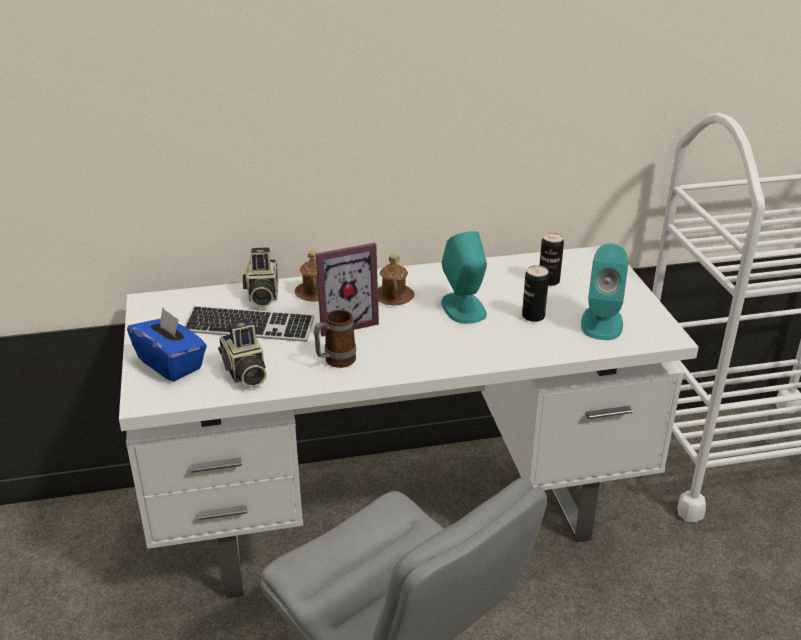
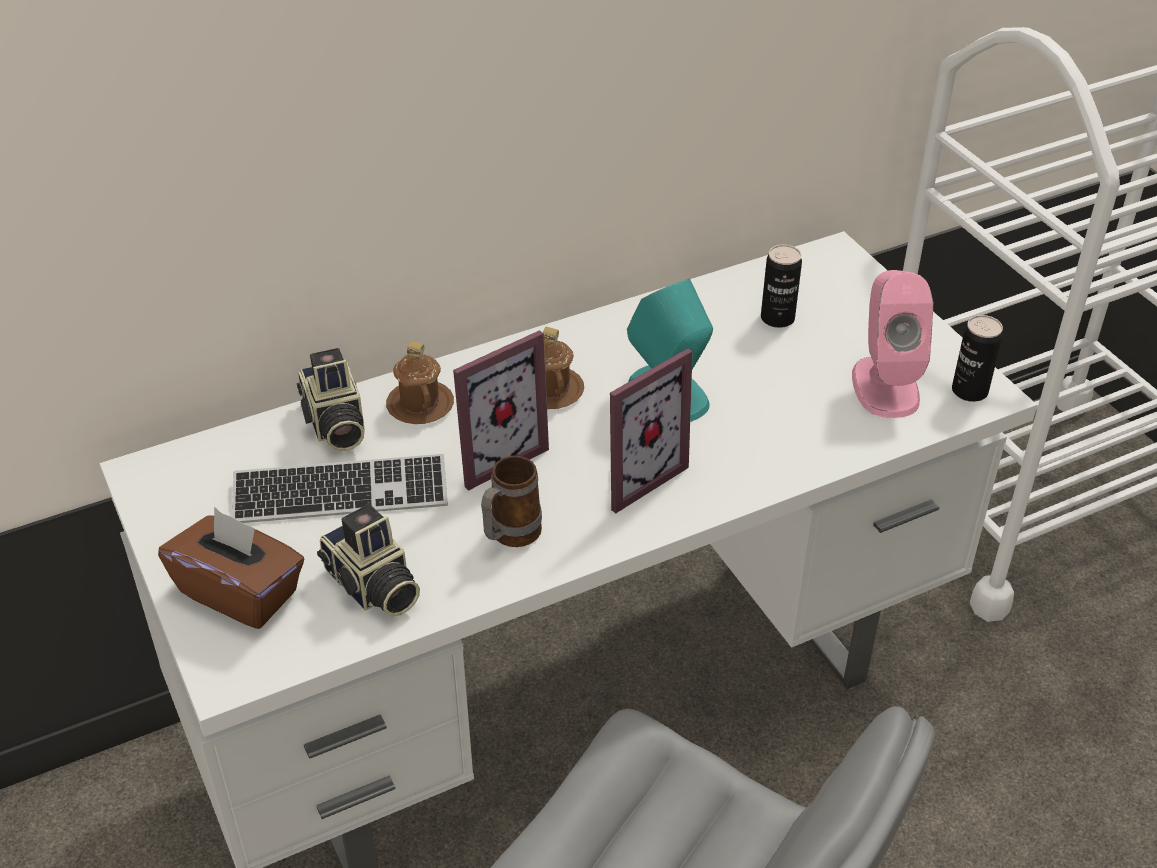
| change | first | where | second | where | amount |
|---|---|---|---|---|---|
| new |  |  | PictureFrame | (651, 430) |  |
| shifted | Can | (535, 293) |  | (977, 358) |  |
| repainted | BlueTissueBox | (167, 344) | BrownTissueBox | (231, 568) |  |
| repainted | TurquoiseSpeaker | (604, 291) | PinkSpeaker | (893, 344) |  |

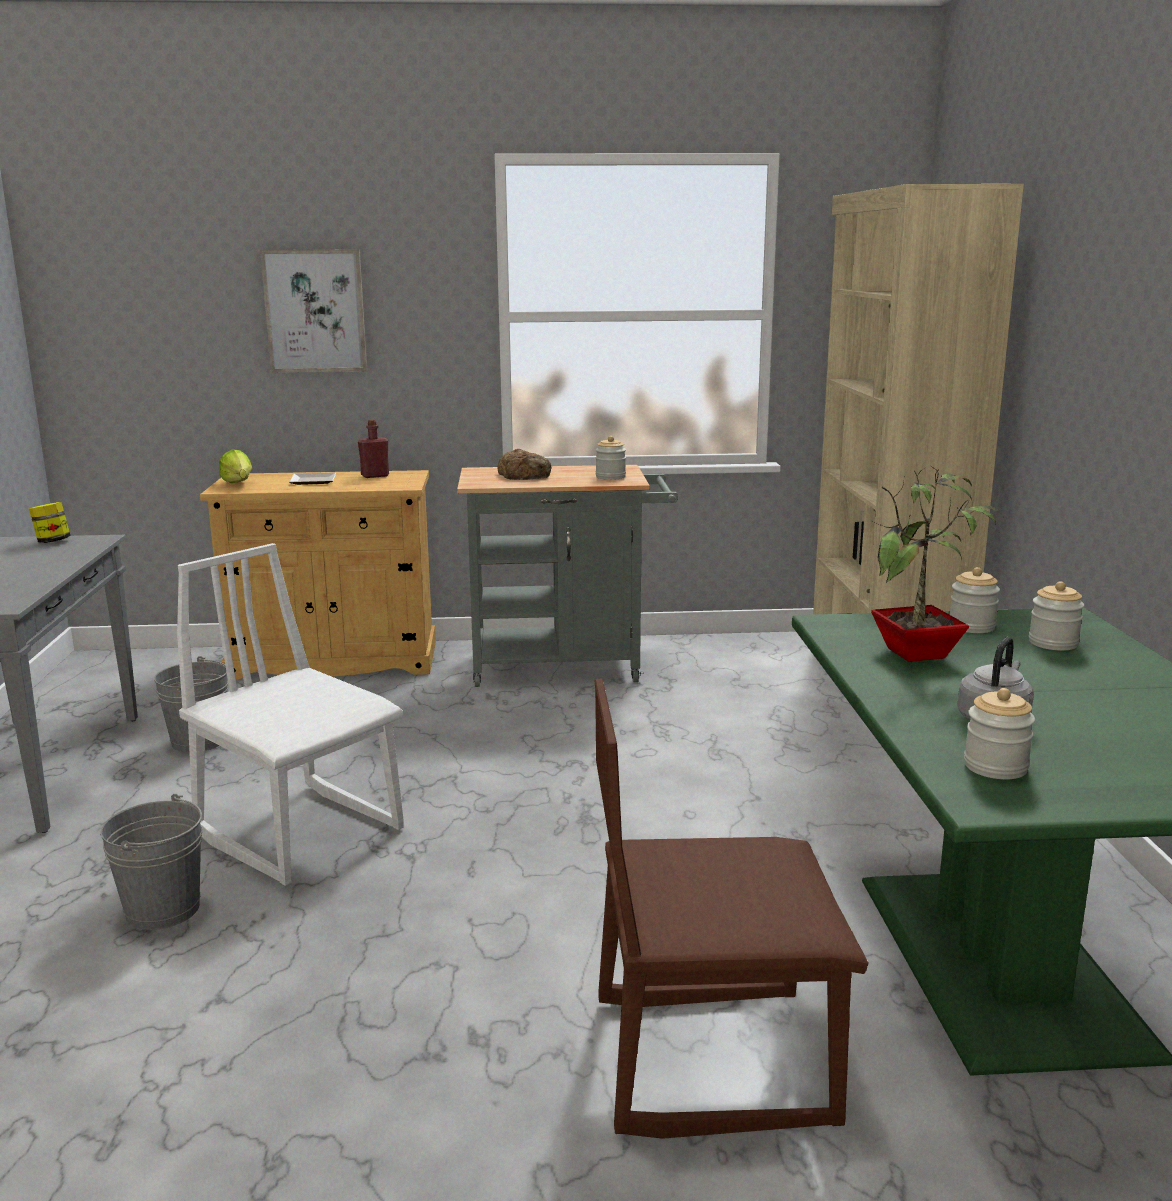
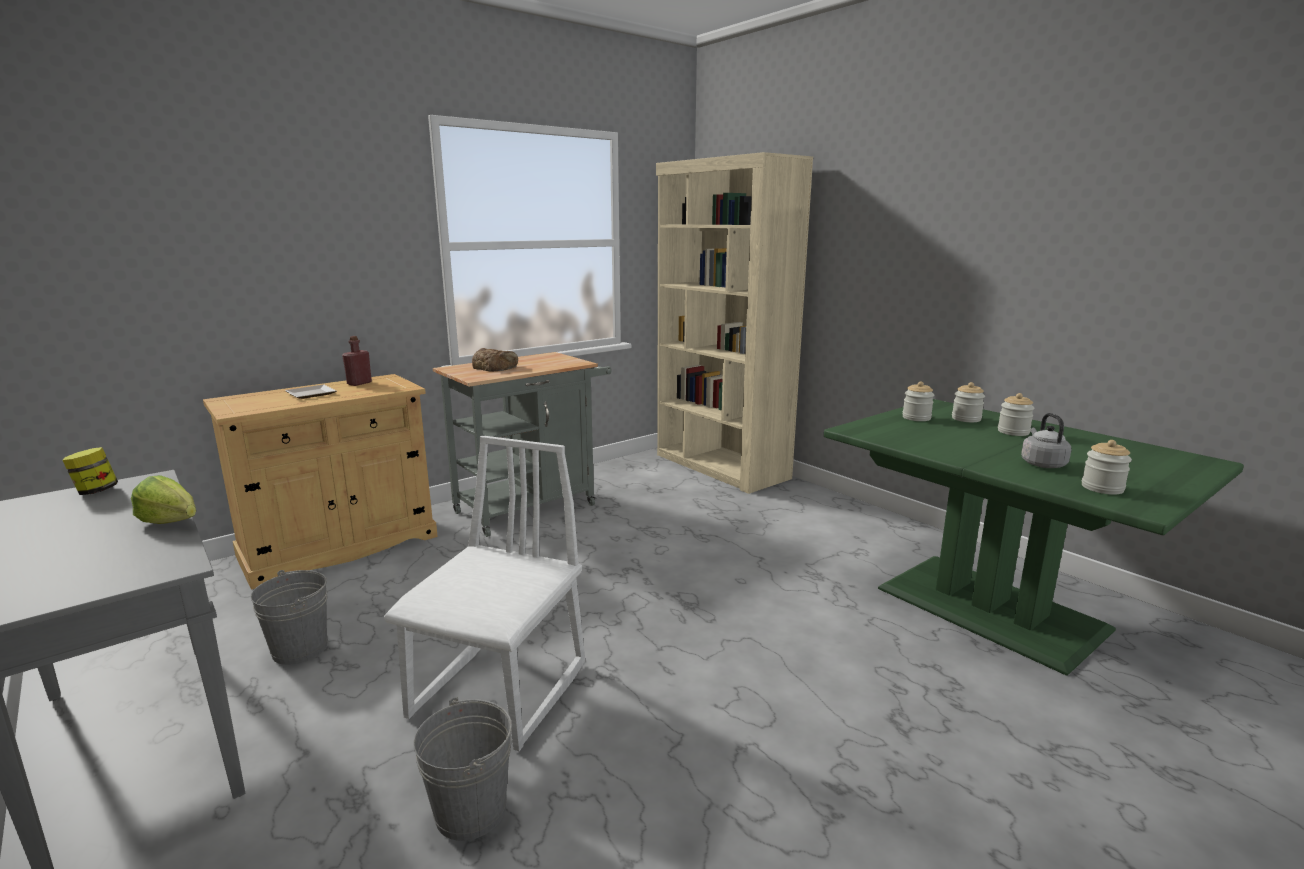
| change | first | where | second | where | amount |
|---|---|---|---|---|---|
| gone | Picture | (313, 311) |  |  |  |
| gone | BrownChair | (732, 908) |  |  |  |
| gone | PottedPlant | (937, 564) |  |  |  |
| shifted | Lettuce | (235, 466) |  | (163, 499) |  |
| shifted | Jar | (611, 458) |  | (1016, 414) |  |
| rotated | WhiteChair | (290, 714) |  | (484, 593) | 105 degrees clockwise |

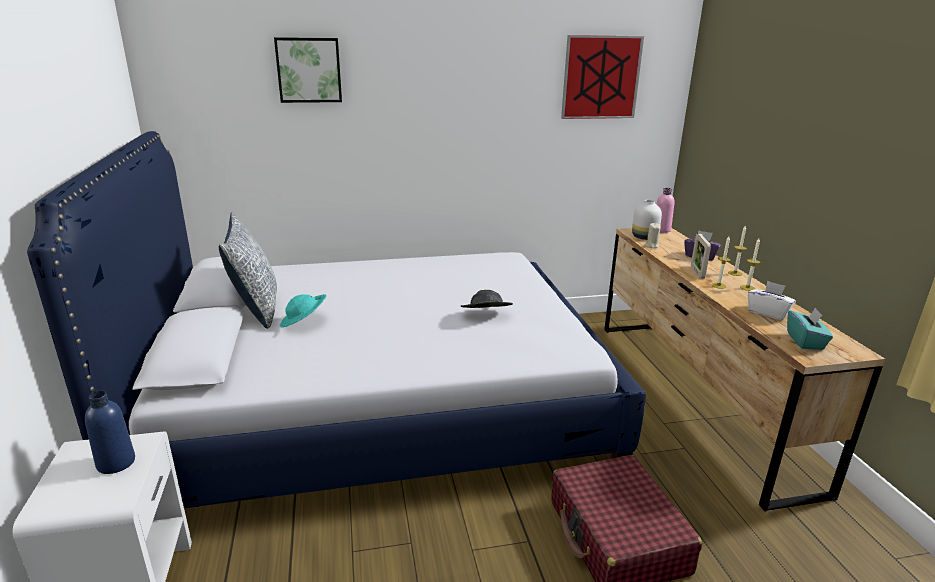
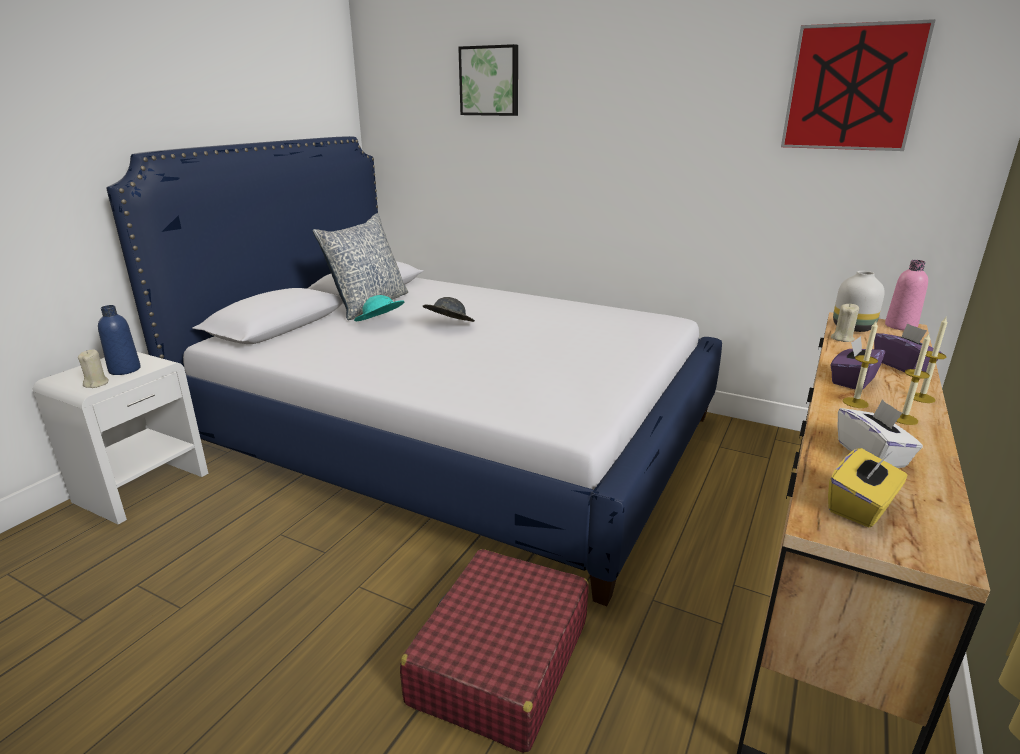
| change | first | where | second | where | amount |
|---|---|---|---|---|---|
| new |  |  | BeigeCandle | (93, 369) |  |
| shifted | GreyHat | (487, 299) |  | (449, 309) |  |
| swapped | PictureFrame | (701, 256) | PurpleTissueBox | (857, 363) |  |
| repainted | TurquoiseTissueBox | (810, 328) | YellowTissueBox | (867, 487) |  |

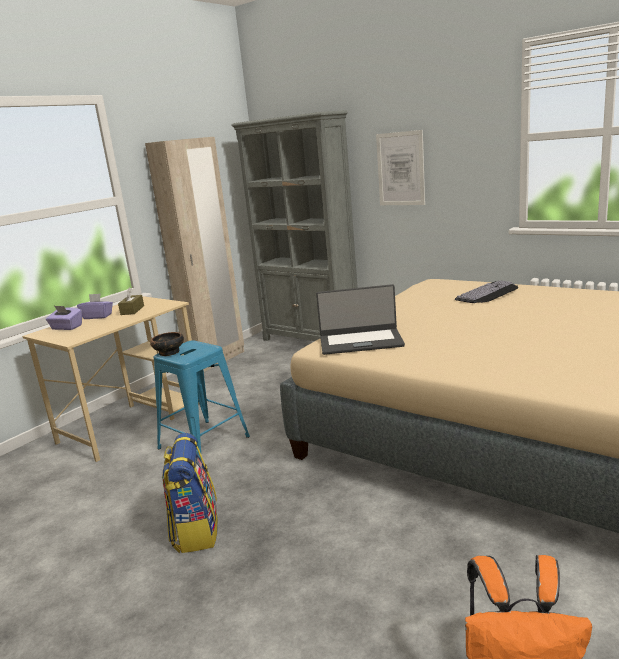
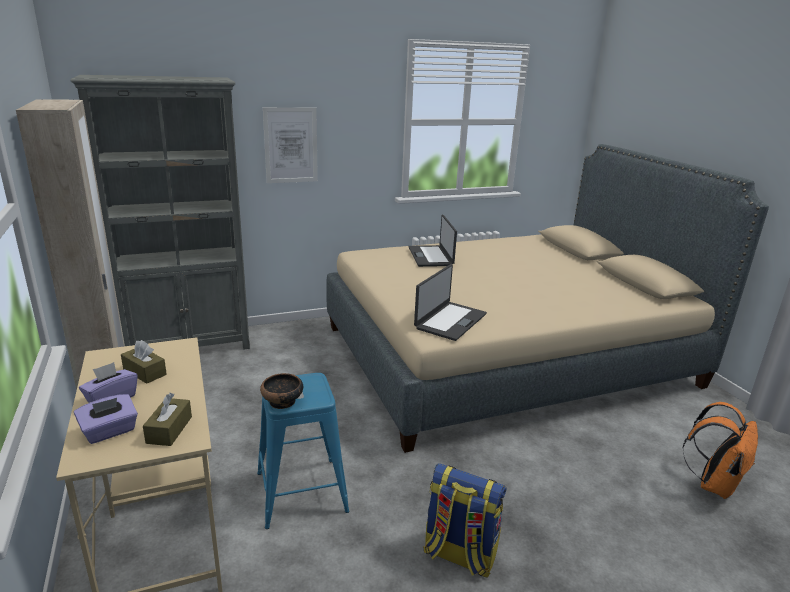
| change | first | where | second | where | amount |
|---|---|---|---|---|---|
| new |  |  | BrownTissueBox | (167, 419) |  |
| swapped | Keyboard | (486, 291) | Laptop | (432, 241) |  |

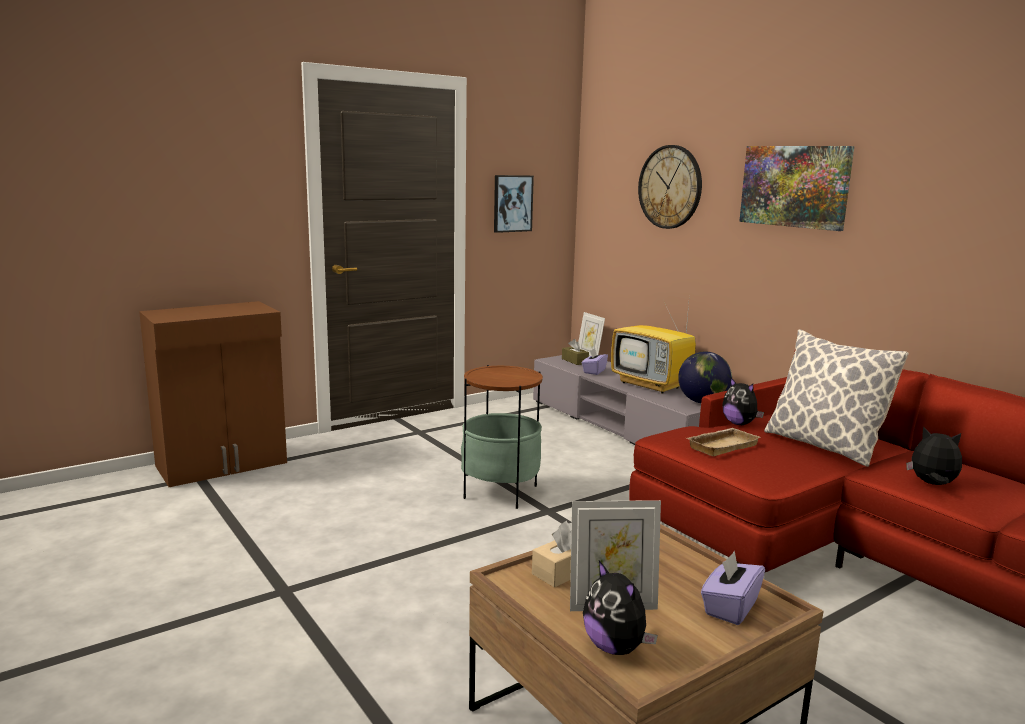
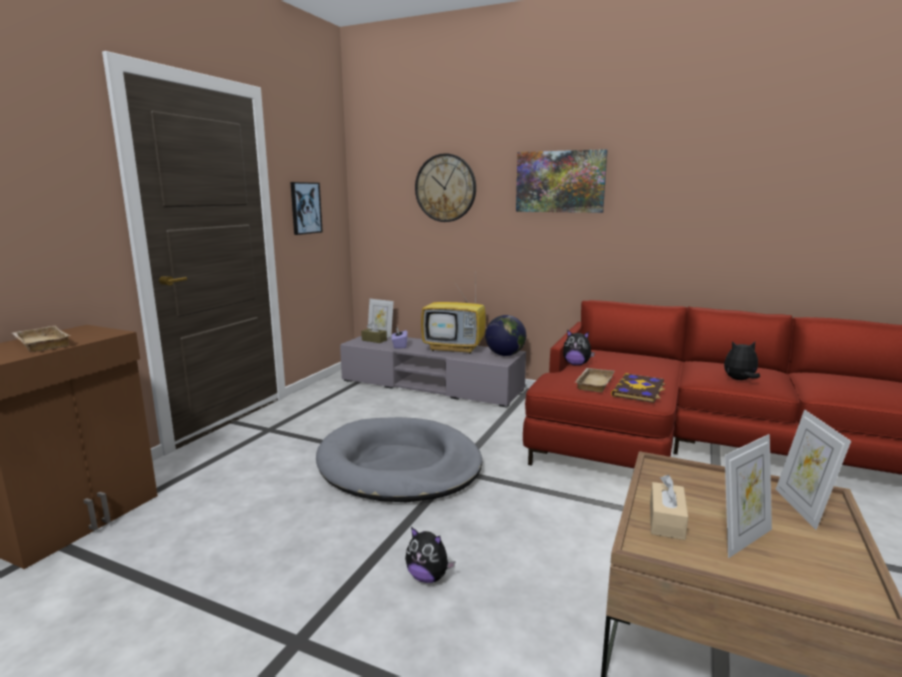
| change | first | where | second | where | amount |
|---|---|---|---|---|---|
| gone | Pillow | (836, 398) |  |  |  |
| new |  |  | BeigeTray | (41, 339) |  |
| new |  |  | Book | (638, 388) |  |
| shifted | PlushToy | (620, 607) |  | (430, 555) |  |
| swapped | SideTable | (502, 437) | GreyDogBed | (399, 459) |  |
| swapped | PurpleTissueBox | (733, 588) | PictureFrame | (813, 470) |  |

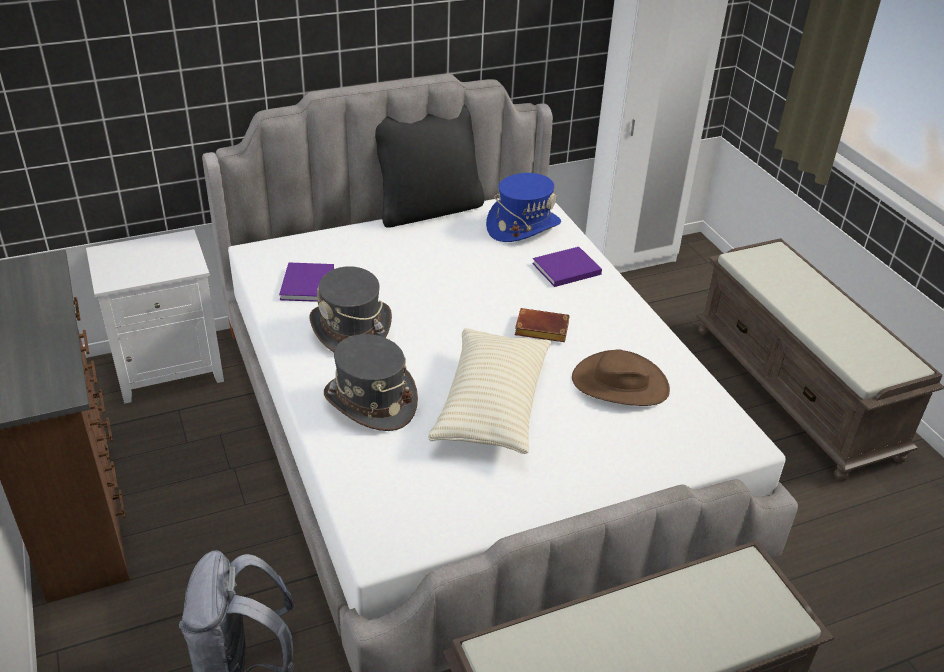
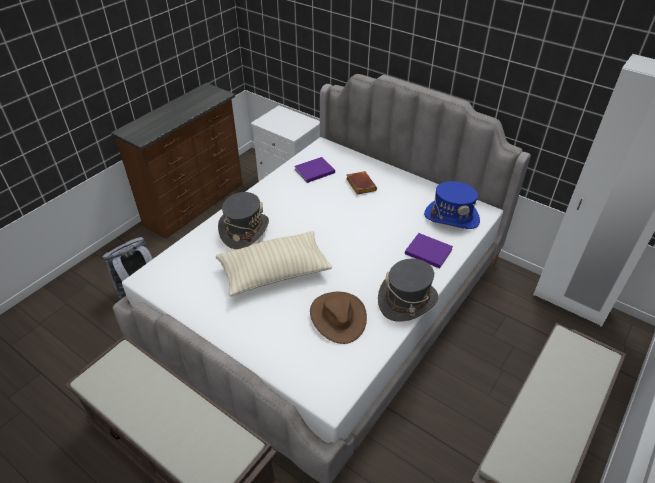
| change | first | where | second | where | amount |
|---|---|---|---|---|---|
| gone | BlackPillow | (430, 166) |  |  |  |
| shifted | GreyHat | (351, 309) |  | (408, 290) |  |
| shifted | BrownBook | (542, 325) |  | (361, 183) |  |

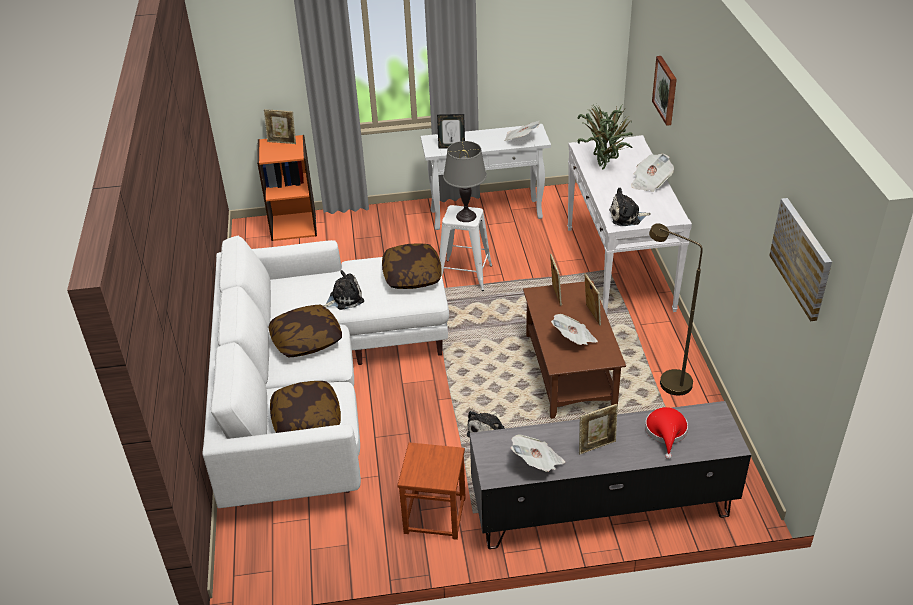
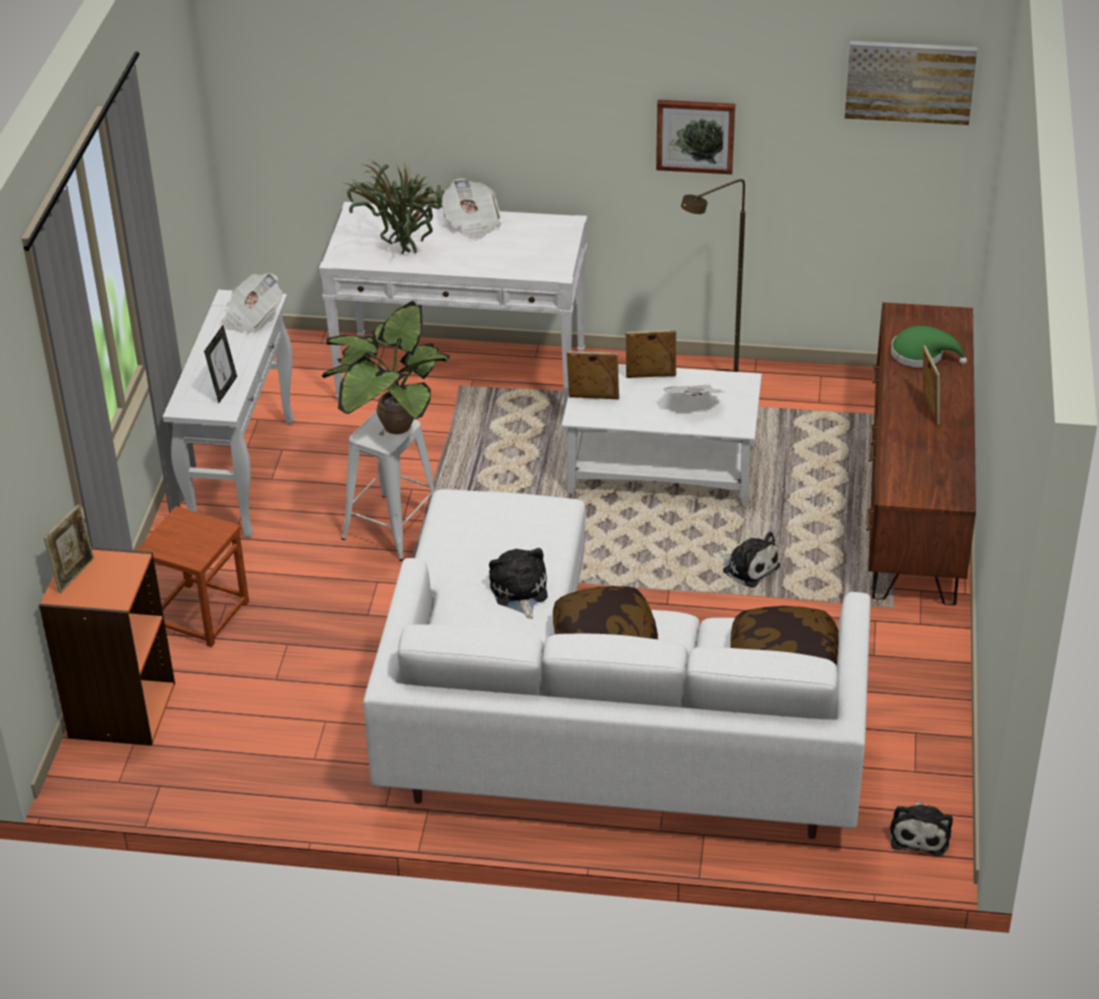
| change | first | where | second | where | amount |
|---|---|---|---|---|---|
| gone | Pillow | (412, 266) |  |  |  |
| gone | Newspaper | (537, 453) |  |  |  |
| shifted | BrownStool | (431, 491) |  | (192, 576) |  |
| shifted | PlushToy | (630, 206) |  | (921, 828) |  |
| shifted | Picture | (664, 91) |  | (695, 137) |  |
| swapped | GreyTableLamp | (465, 181) | PottedPlant | (385, 367) |  |
| repainted | GreyTvStand | (610, 475) | BrownTvStand | (921, 453) |  |
| repainted | BrownCoffeeTable | (574, 350) | WhiteCoffeeTable | (662, 435) |  |
| repainted | RedHat | (666, 433) | GreenHat | (929, 347) |  |

